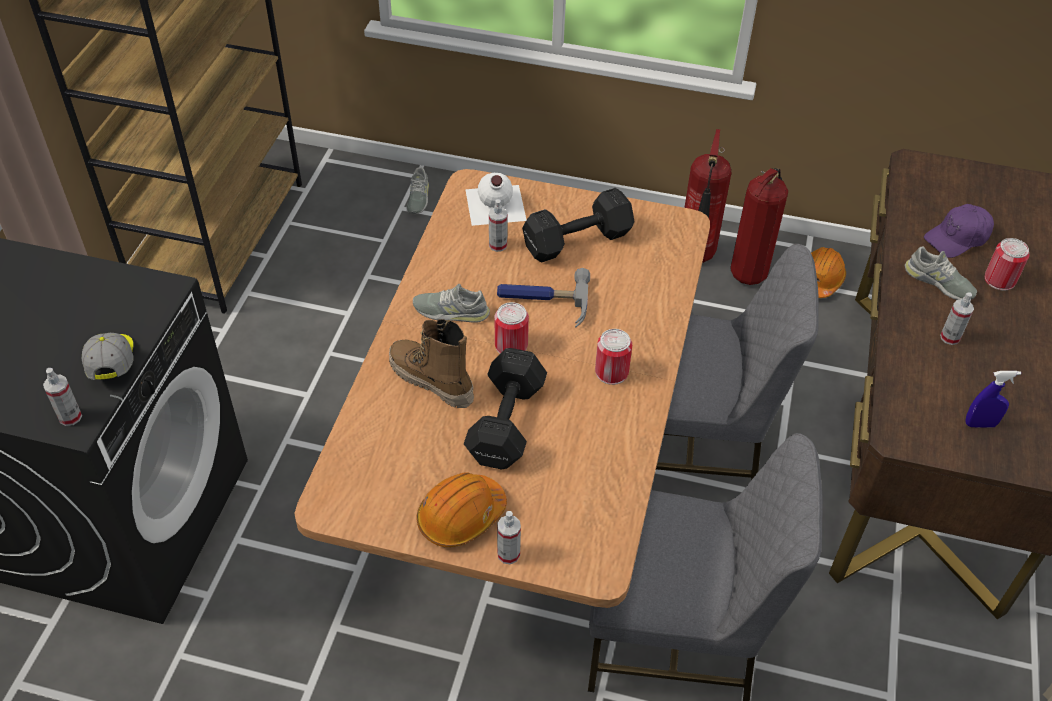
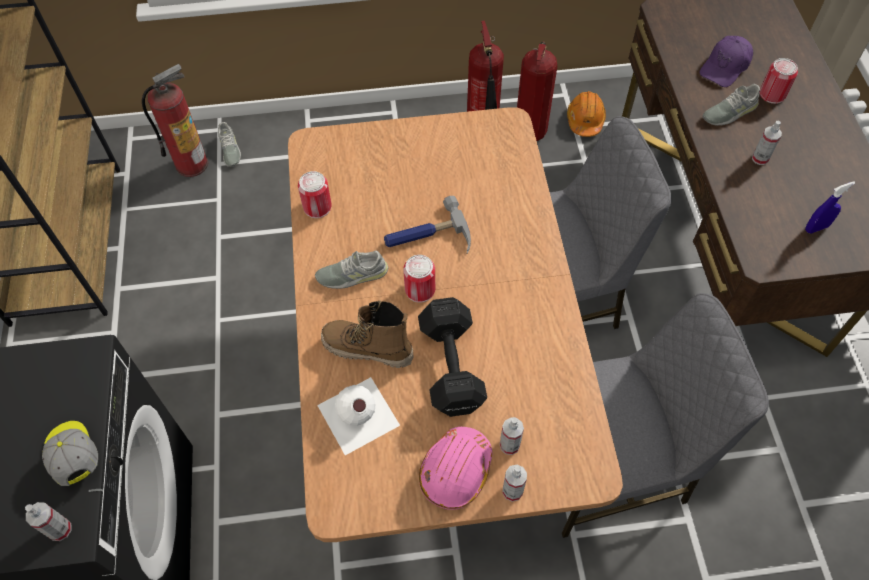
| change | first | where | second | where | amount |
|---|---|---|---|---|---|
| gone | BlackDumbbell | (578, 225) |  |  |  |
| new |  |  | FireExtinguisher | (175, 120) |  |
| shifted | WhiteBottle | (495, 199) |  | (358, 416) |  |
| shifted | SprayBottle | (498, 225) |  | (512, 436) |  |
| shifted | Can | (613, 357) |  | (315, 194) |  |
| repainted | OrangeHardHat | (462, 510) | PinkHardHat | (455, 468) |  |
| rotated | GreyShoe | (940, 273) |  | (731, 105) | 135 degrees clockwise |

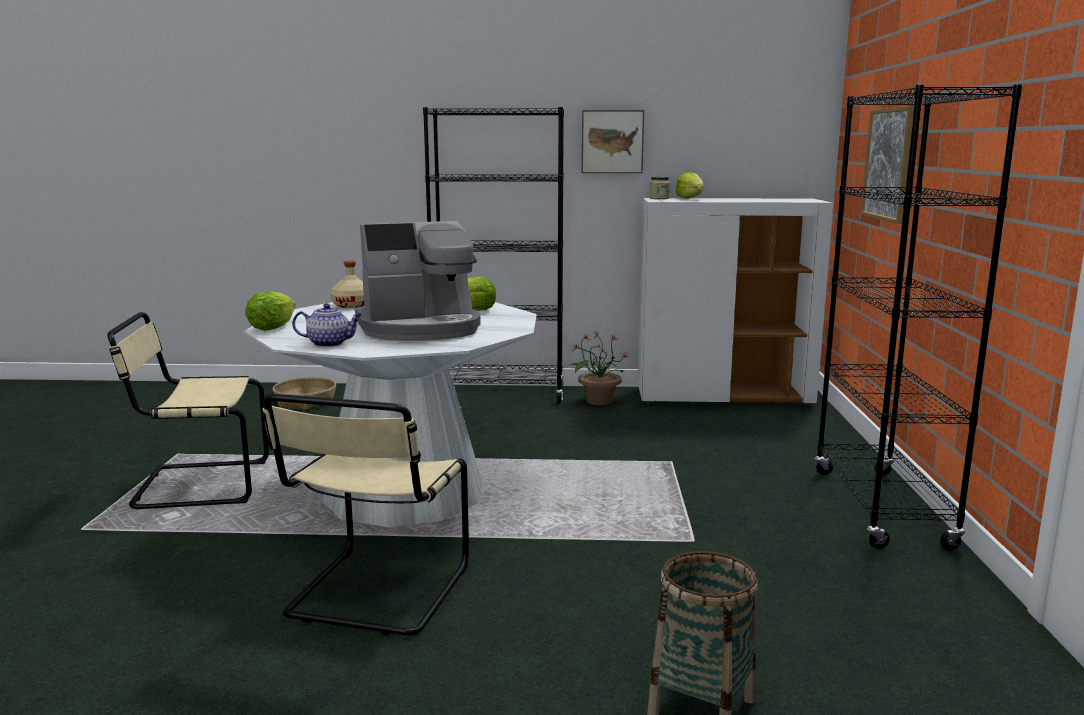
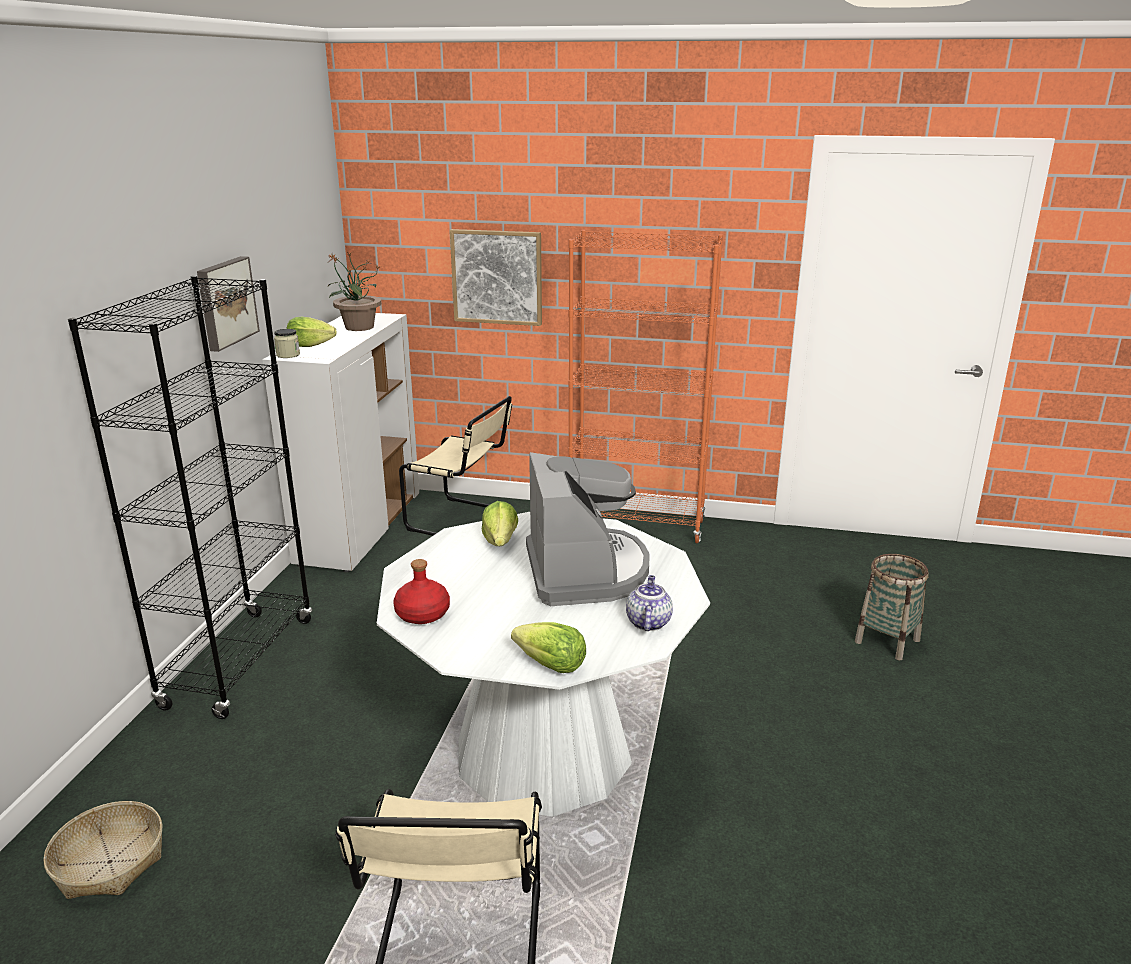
| change | first | where | second | where | amount |
|---|---|---|---|---|---|
| shifted | BeigeChair | (365, 515) |  | (455, 466) |  |
| shifted | PottedPlant | (599, 368) |  | (354, 291) |  |
| repainted | BeigeBottle | (347, 284) | RedBottle | (421, 591) |  |
| repainted | BlackBookcase | (918, 317) | OrangeBookcase | (645, 386) |  |

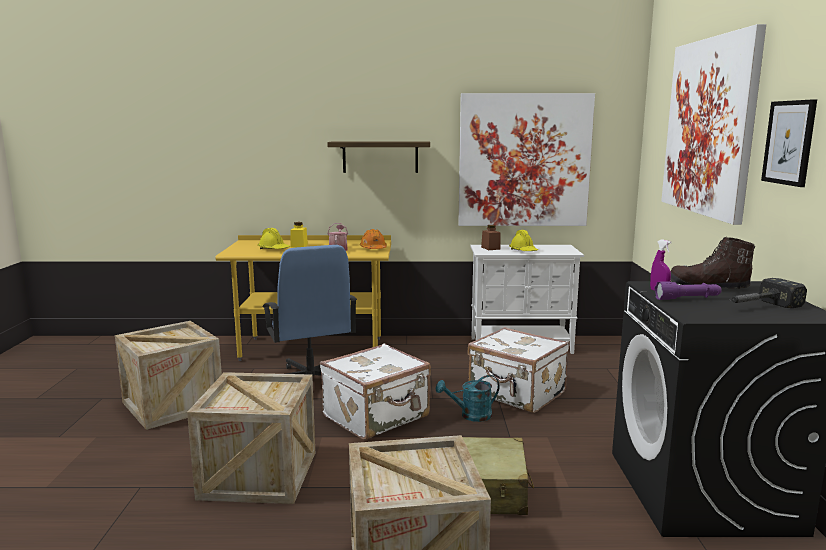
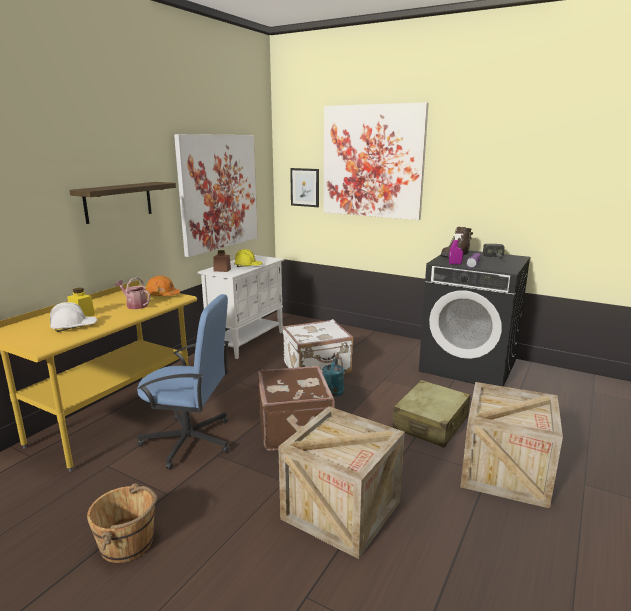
| change | first | where | second | where | amount |
|---|---|---|---|---|---|
| shifted | Picture | (789, 143) |  | (304, 187) |  |
| swapped | Crate | (168, 375) | BrownBucket | (122, 523) |  |
| repainted | YellowHardHat | (274, 238) | WhiteHardHat | (73, 317) |  |
| repainted | WhiteSuitcase | (375, 391) | BrownSuitcase | (296, 408) |  |

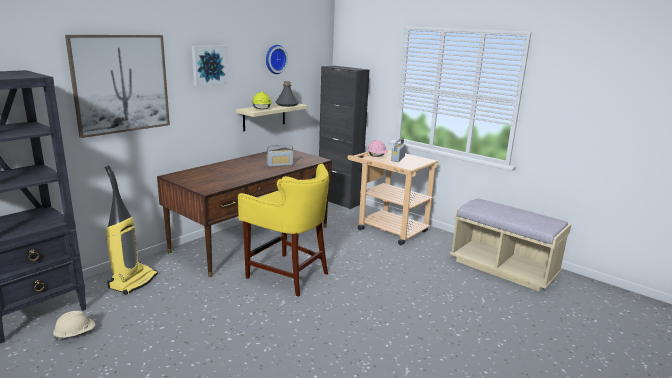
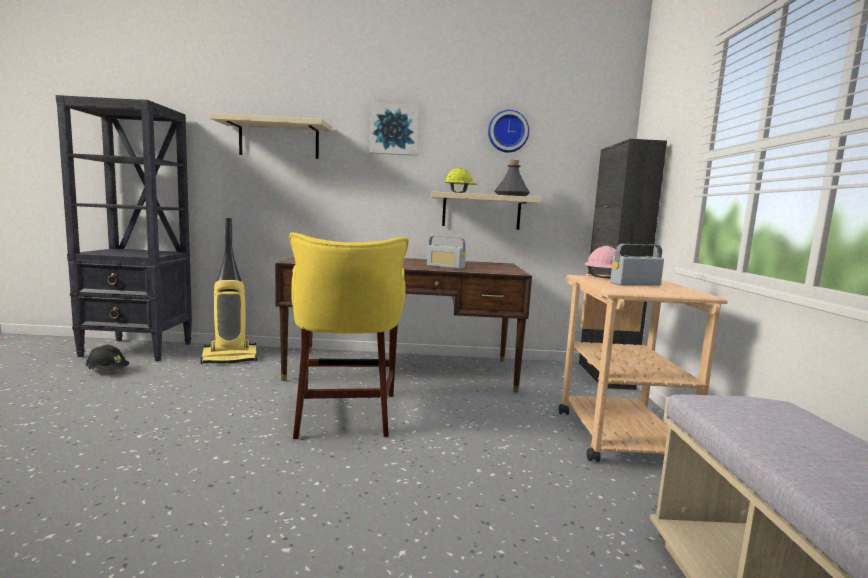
| change | first | where | second | where | amount |
|---|---|---|---|---|---|
| swapped | Picture | (117, 86) | BeigeShelf | (270, 136) |  |
| repainted | BeigeHardHat | (74, 325) | BlackHardHat | (107, 357) |  |

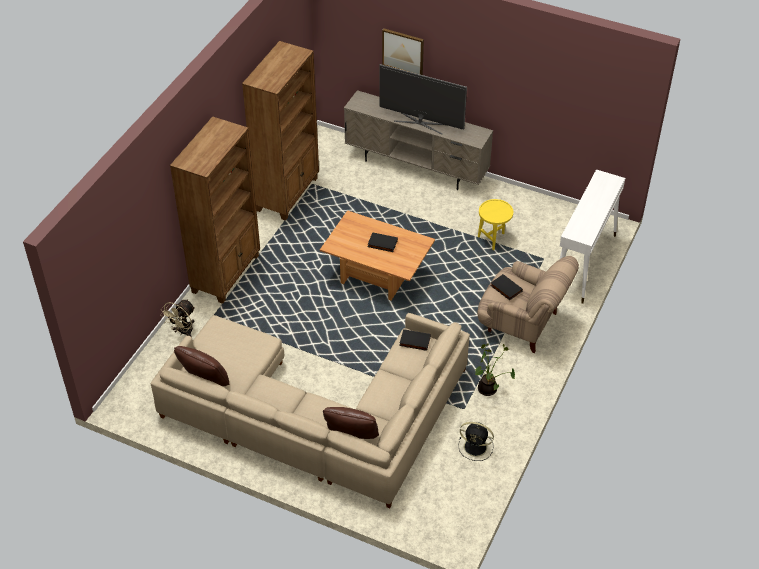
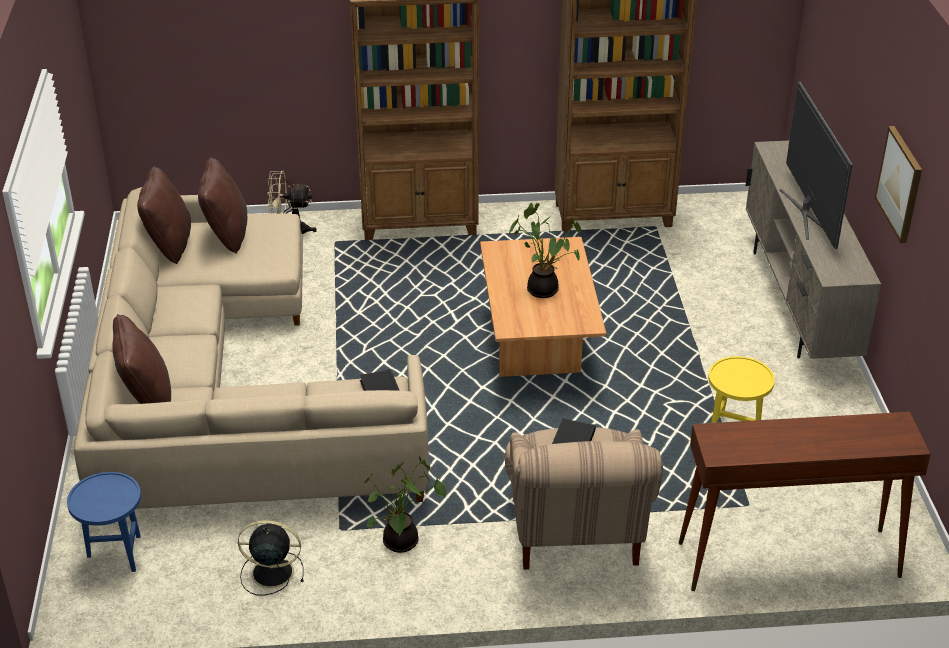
| change | first | where | second | where | amount |
|---|---|---|---|---|---|
| new |  |  | BlueSideTable | (104, 522) |  |
| new |  |  | BrownPillow | (222, 205) |  |
| shifted | Picture | (403, 52) |  | (898, 184) |  |
| swapped | BlackBook | (383, 242) | PottedPlant | (545, 250) |  |
| repainted | WhiteConsoleTable | (592, 236) | BrownConsoleTable | (805, 501) |  |
| rotated | BlackFan | (476, 441) |  | (271, 557) | 105 degrees clockwise |

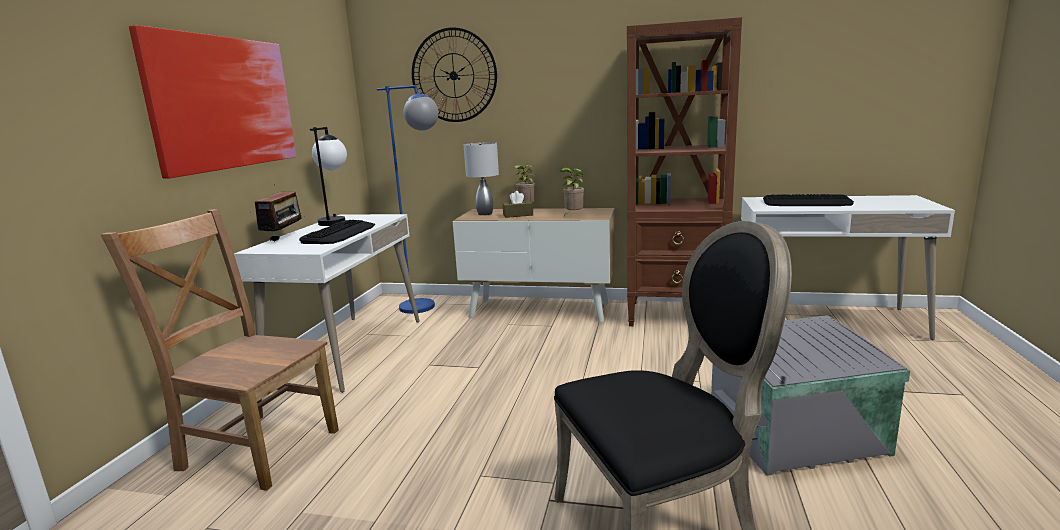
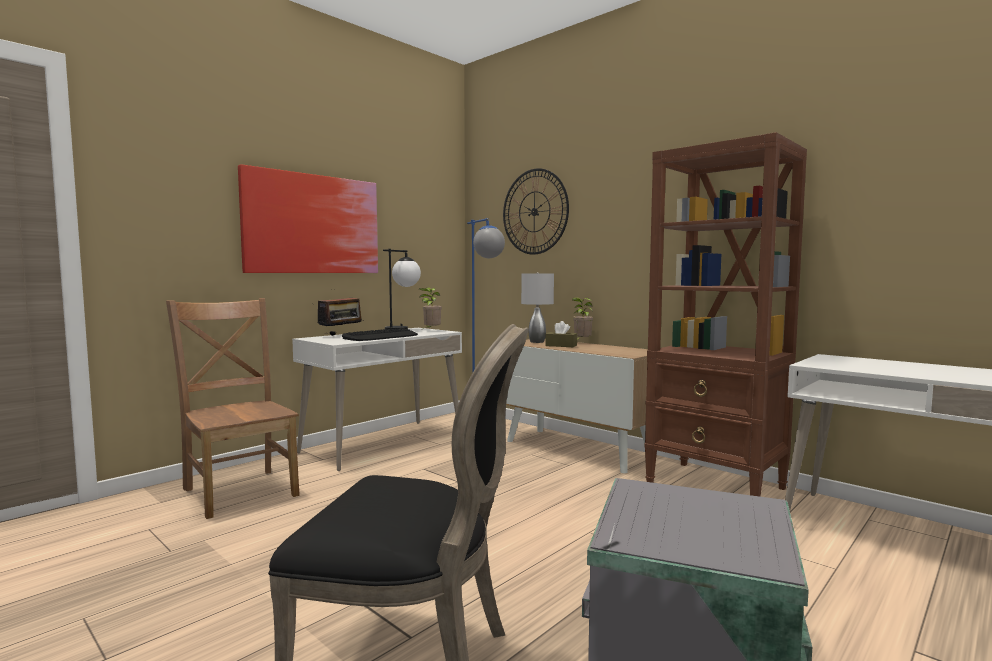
| change | first | where | second | where | amount |
|---|---|---|---|---|---|
| gone | Keyboard | (808, 200) |  |  |  |
| shifted | PottedPlant | (572, 192) |  | (430, 307) |  |

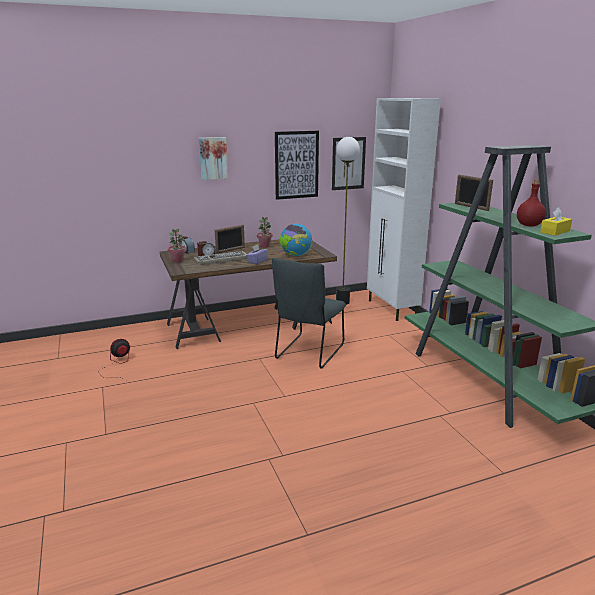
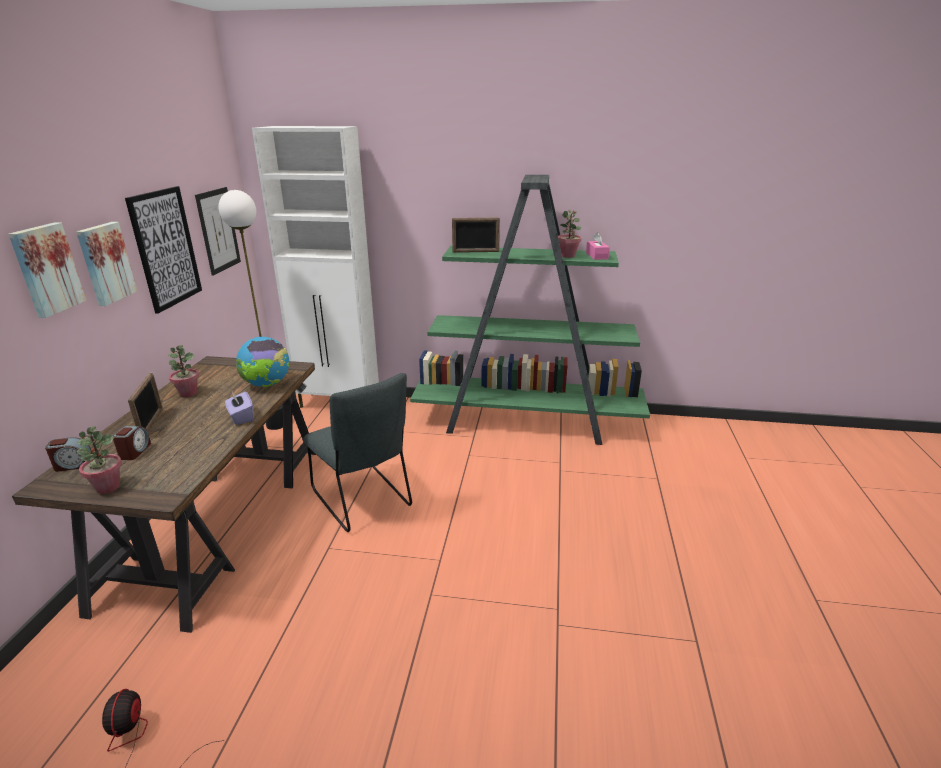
| change | first | where | second | where | amount |
|---|---|---|---|---|---|
| gone | Keyboard | (220, 258) |  |  |  |
| new |  |  | Picture | (107, 264) |  |
| swapped | RedBottle | (531, 203) | PottedPlant | (569, 234) |  |
| repainted | YellowTissueBox | (556, 221) | PinkTissueBox | (598, 246) |  |

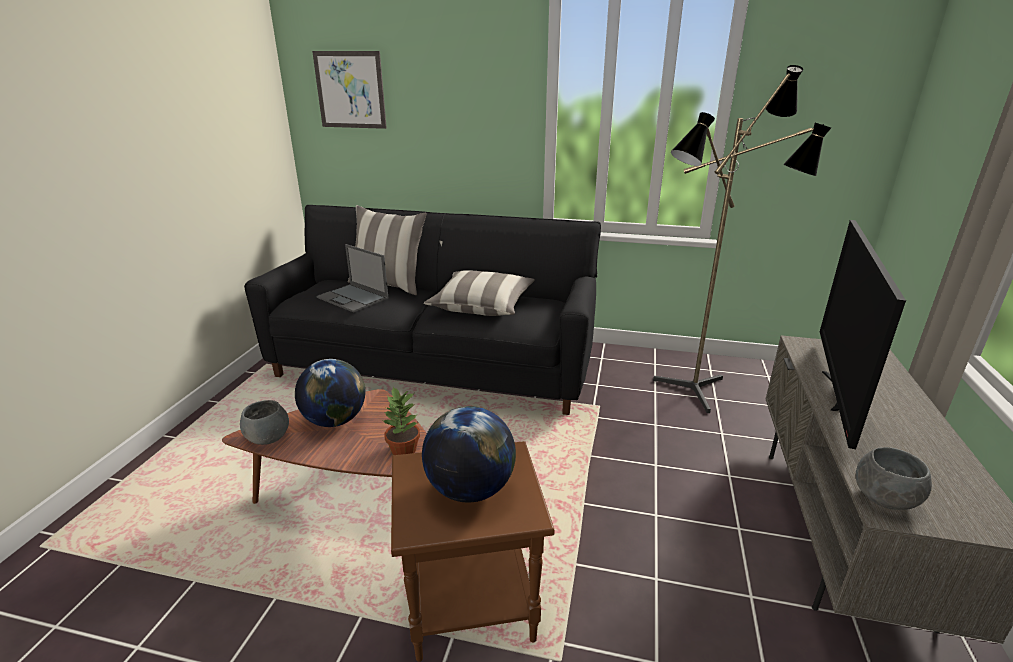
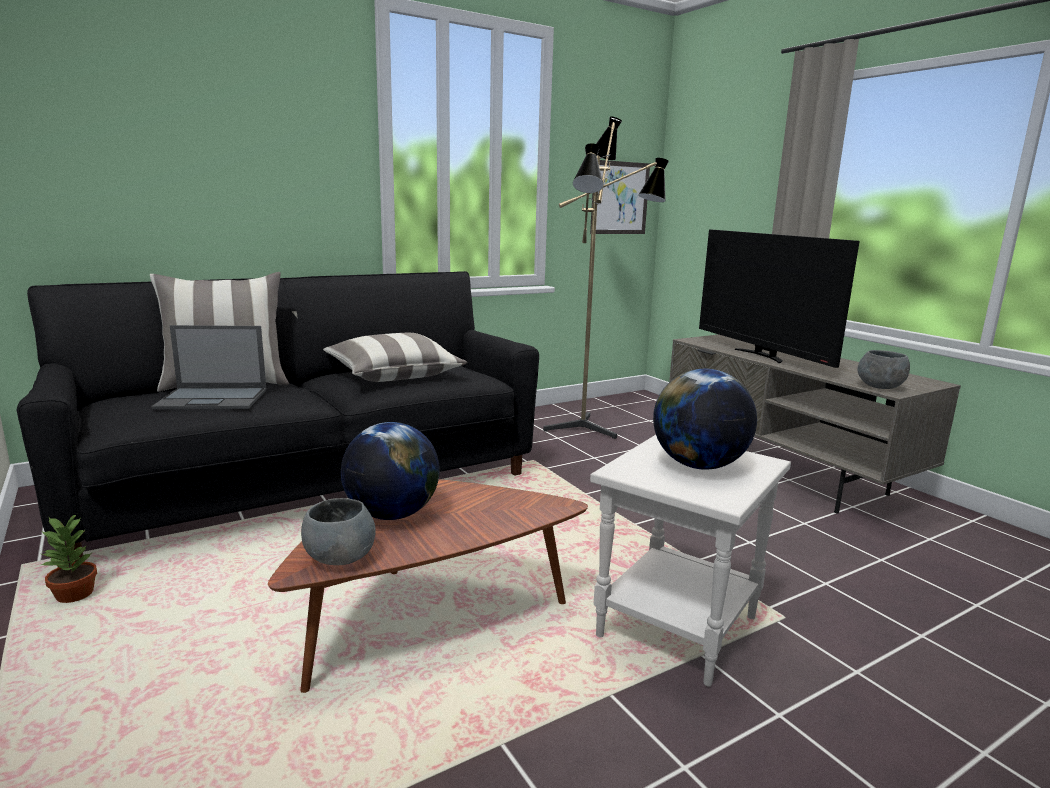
| change | first | where | second | where | amount |
|---|---|---|---|---|---|
| shifted | Picture | (349, 90) |  | (620, 197) |  |
| shifted | PottedPlant | (400, 421) |  | (69, 558) |  |
| repainted | BrownSideTable | (473, 551) | WhiteSideTable | (690, 561) |  |

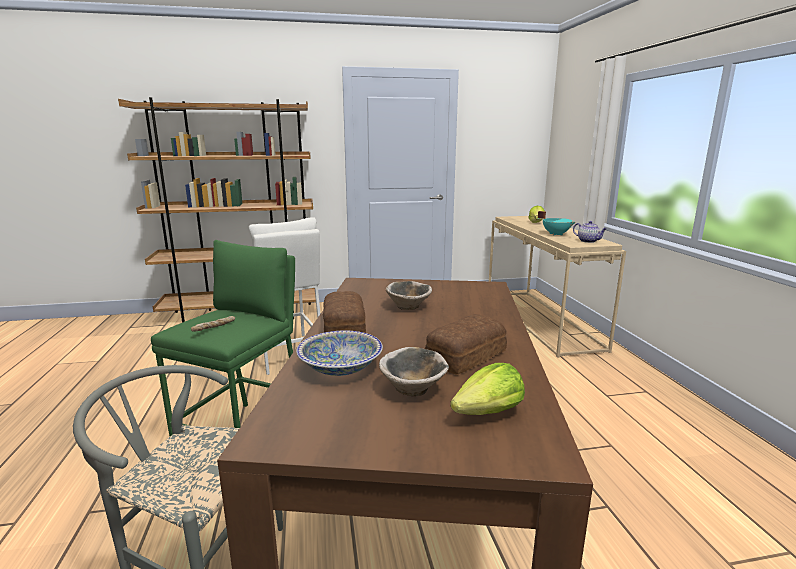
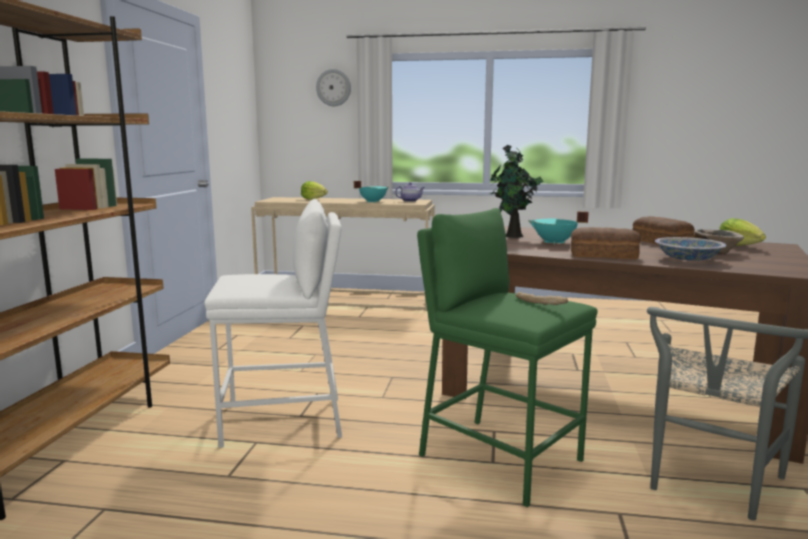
| change | first | where | second | where | amount |
|---|---|---|---|---|---|
| new |  |  | WallClock | (333, 87) |  |
| new |  |  | PottedPlant | (516, 191) |  |
| swapped | Bowl | (409, 295) | TurquoiseCookingPot | (558, 228) |  |

